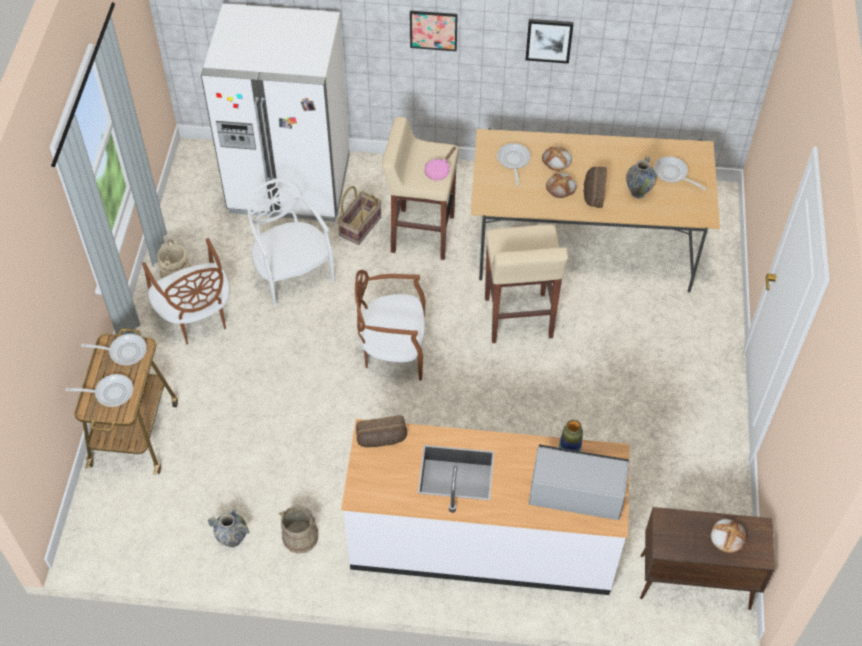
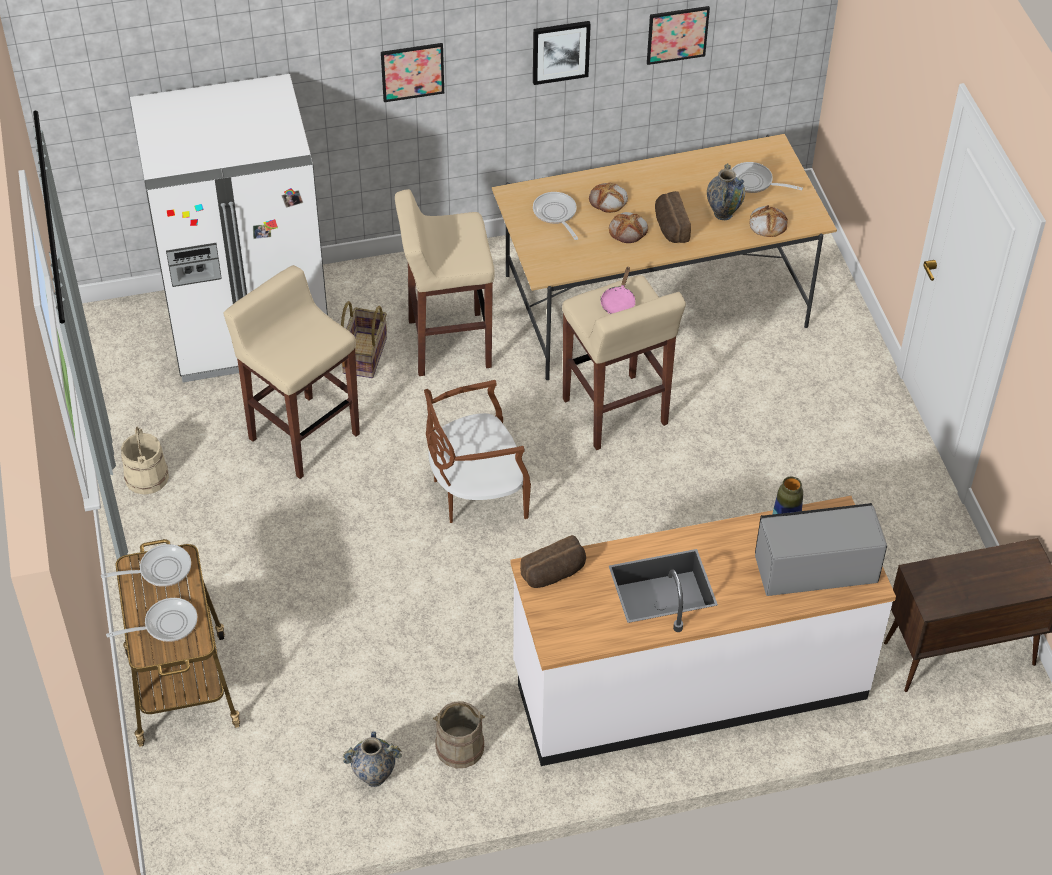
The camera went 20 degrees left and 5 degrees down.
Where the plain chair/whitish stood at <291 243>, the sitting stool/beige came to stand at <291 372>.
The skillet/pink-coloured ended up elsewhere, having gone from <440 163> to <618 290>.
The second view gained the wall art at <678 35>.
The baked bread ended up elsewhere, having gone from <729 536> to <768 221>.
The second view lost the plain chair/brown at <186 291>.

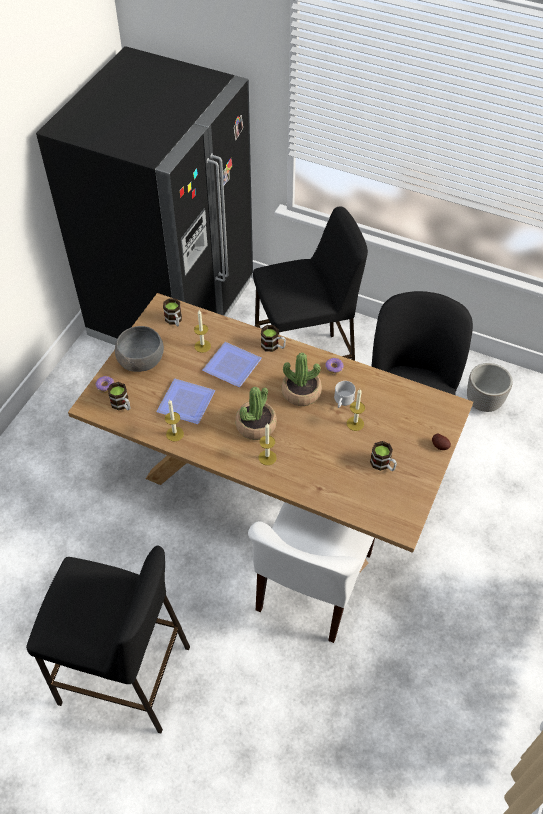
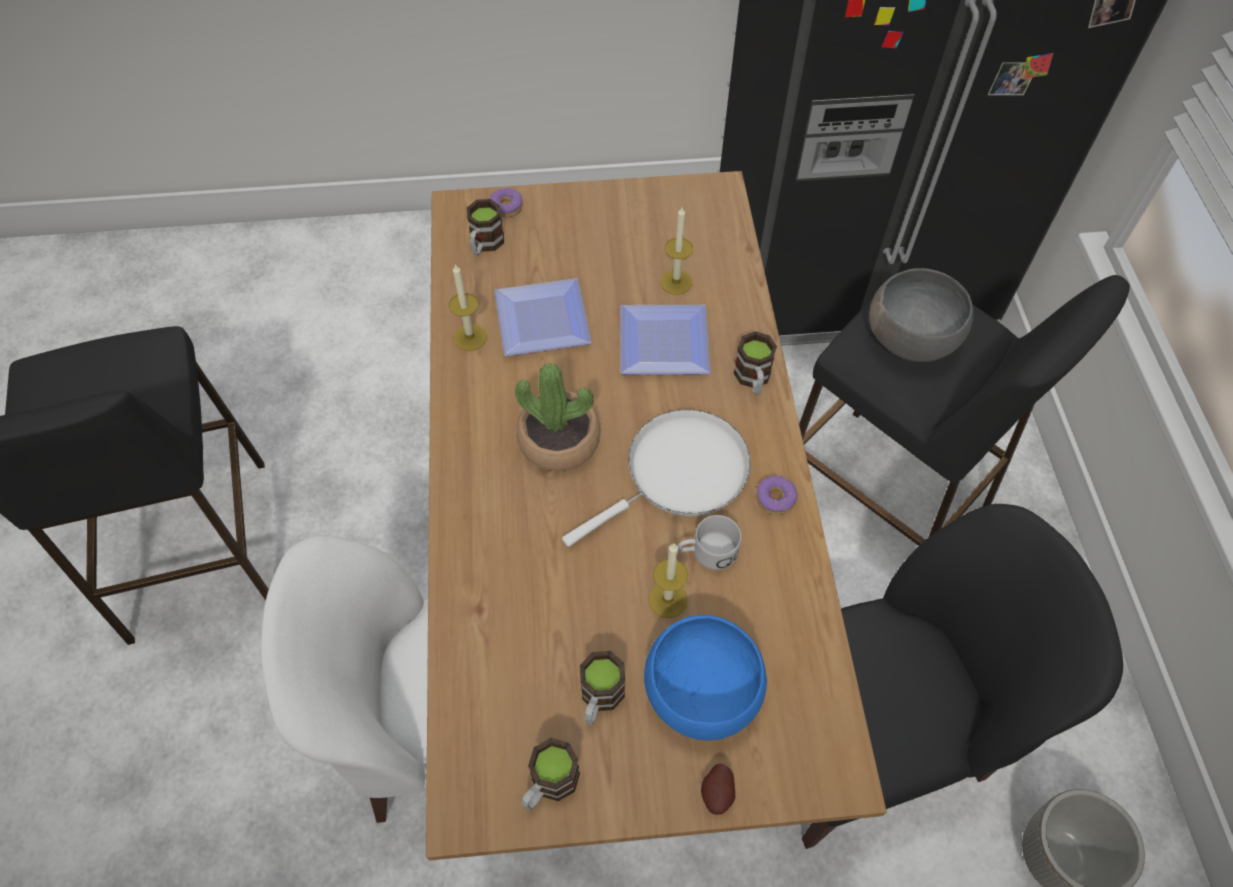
The camera went 60 degrees right and 5 degrees up.
The mug ended up elsewhere, having gone from <172 312> to <550 774>.
Where the potted plant stood at <301 379>, the skillet/whitish came to stand at <656 478>.
The second view gained the bowl/blue at <705 678>.
The bowl/grey ended up elsewhere, having gone from <139 349> to <921 315>.
The second view lost the wax candle at <267 444>.

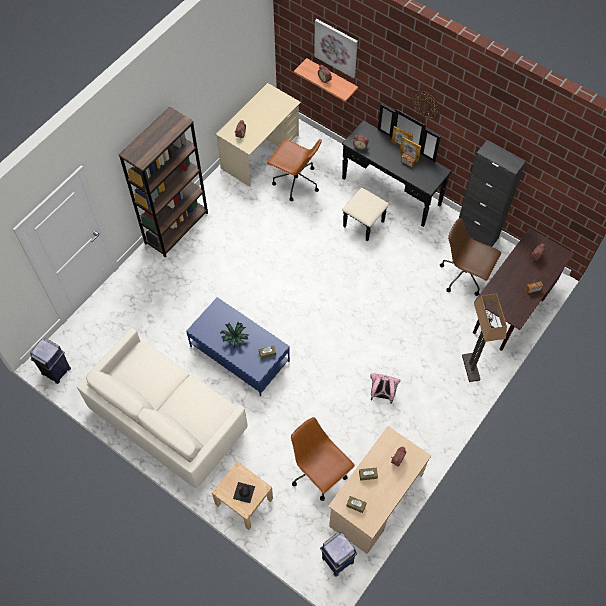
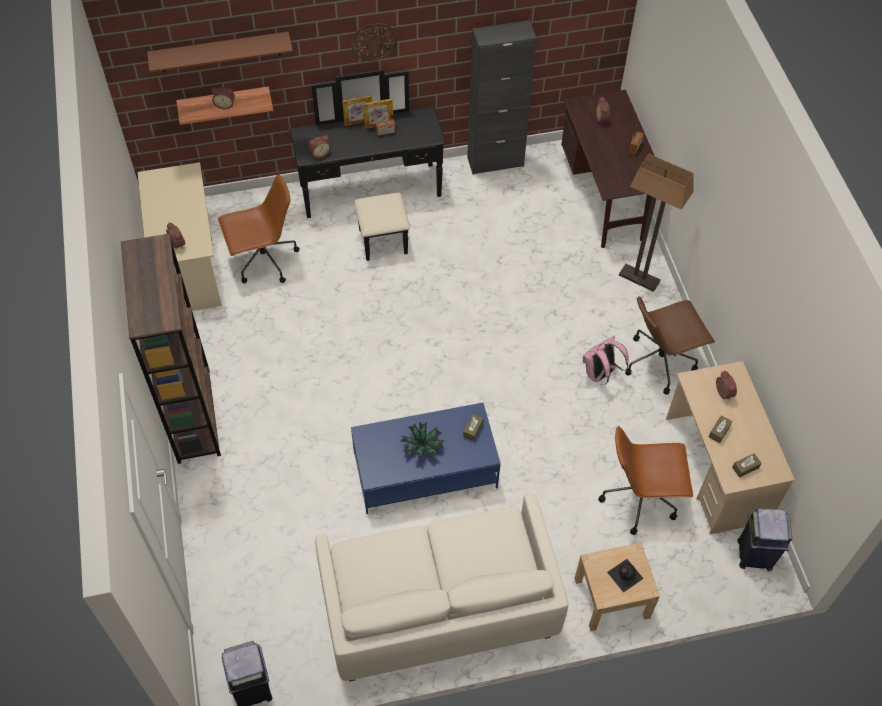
The camera went 50 degrees left and 5 degrees down.
Where the wall art hung at <336 48>, the shelf/brown came to hang at <220 52>.
The office chair/brown ended up elsewhere, having gone from <470 257> to <670 345>.

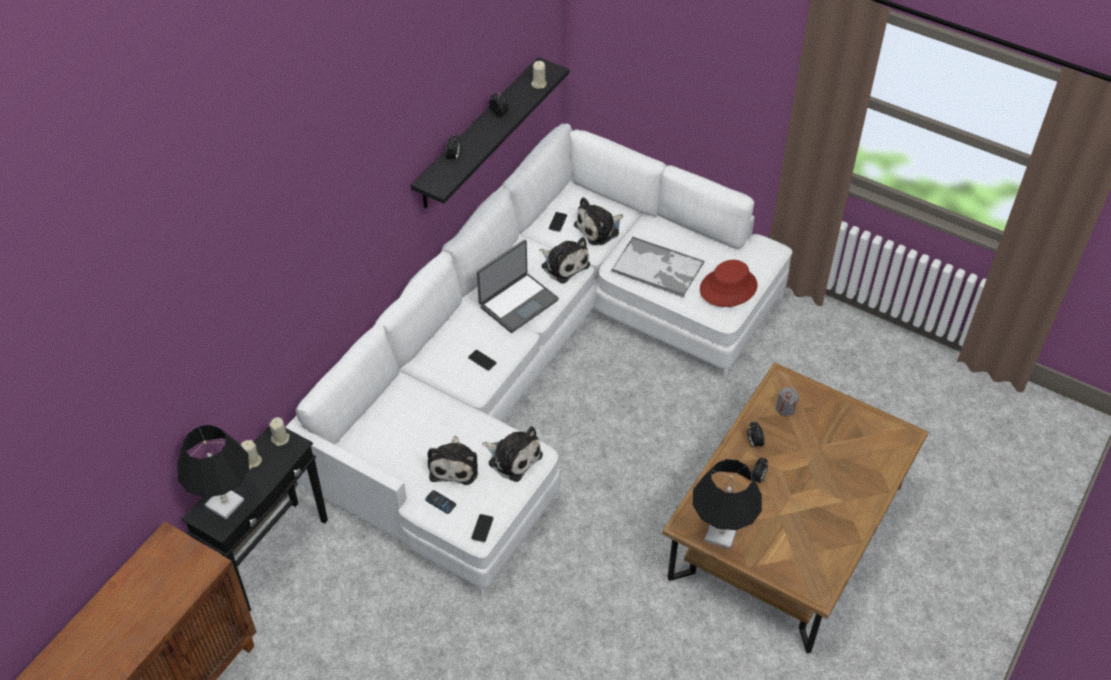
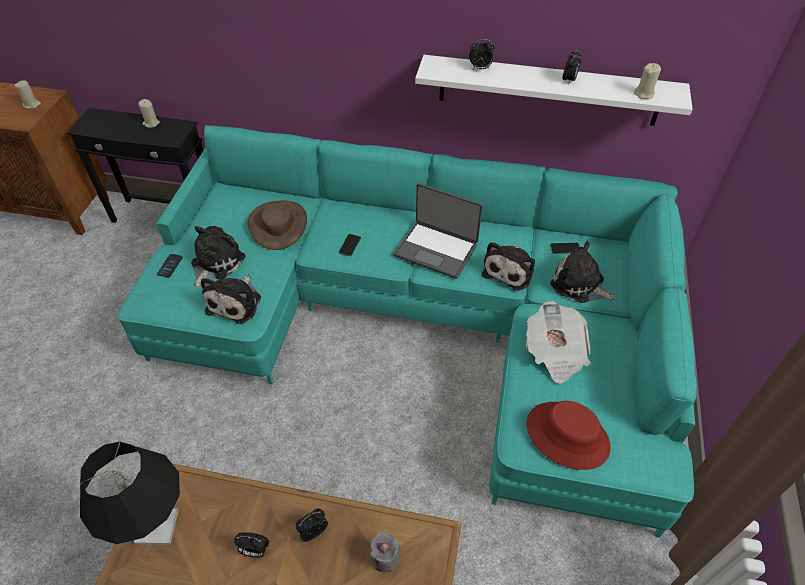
The camera went 70 degrees right and 0 degrees up.
The wax candle/beige ended up elsewhere, having gone from <279 431> to <28 94>.
What was the settee/whitish at <538 359> turned into the settee/turquoise-coloured at <407 331>.
The plush toy at <453 460> ended up facing another way, 135 degrees clockwise from before.
The second view gained the wearable hat/brown at <277 225>.
What was the shelf/blackish at <490 132> turned into the shelf/whitish at <554 90>.
Where the tray stood at <658 267>, the printed paper came to stand at <558 342>.
The second view lost the lamp for a table/blackish at <213 472>.
The second view lost the phone at <482 528>.

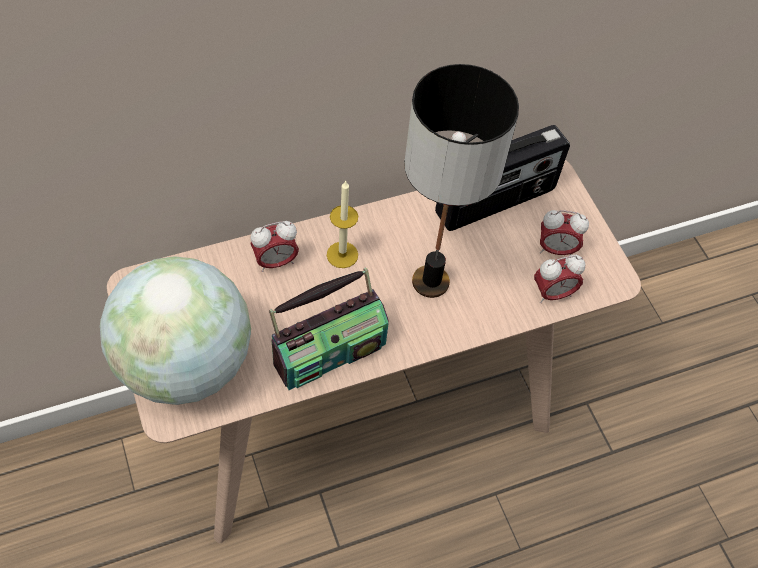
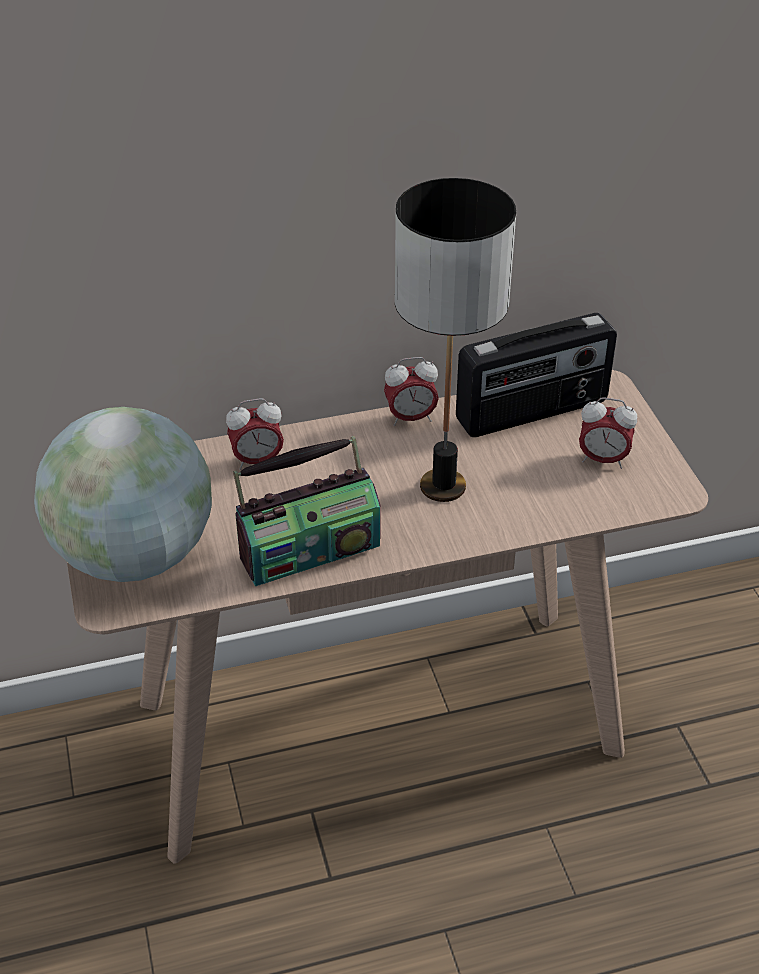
The camera went 10 degrees right and 15 degrees down.
The table clock ended up elsewhere, having gone from <559 279> to <411 391>.
The second view lost the wax candle at <342 224>.

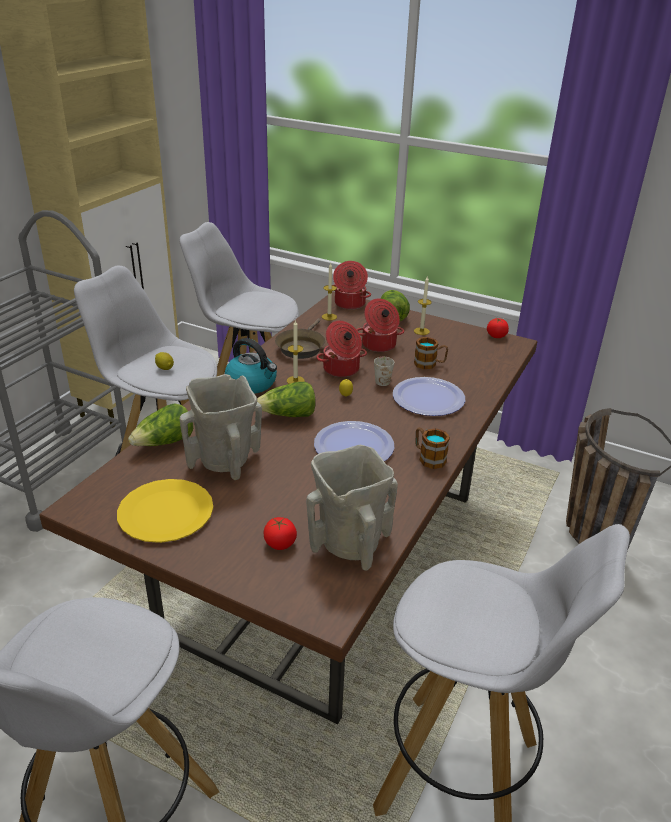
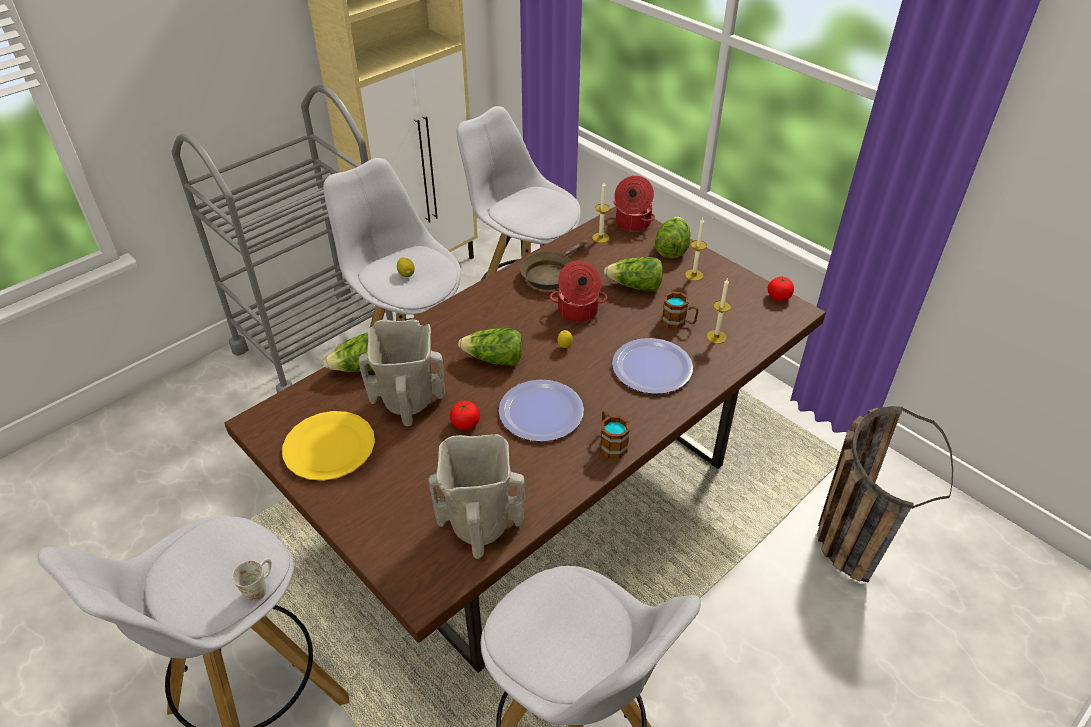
The camera went 20 degrees right and 10 degrees up.
The mug/whitish ended up elsewhere, having gone from <384 371> to <252 580>.
The tomato ended up elsewhere, having gone from <280 533> to <465 415>.
Where the cooking pot stood at <380 325>, the lettuce came to stand at <633 274>.
The wax candle ended up elsewhere, having gone from <296 352> to <719 311>.
The second view lost the kettle at <251 366>.

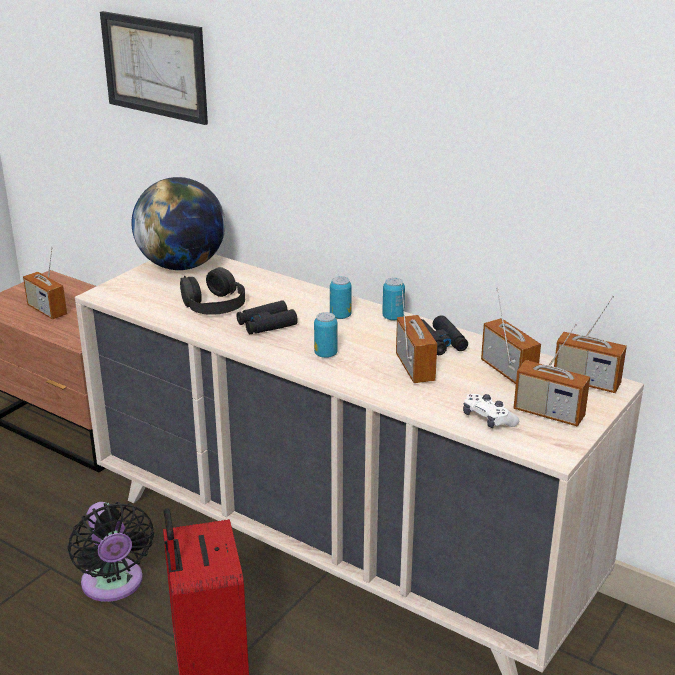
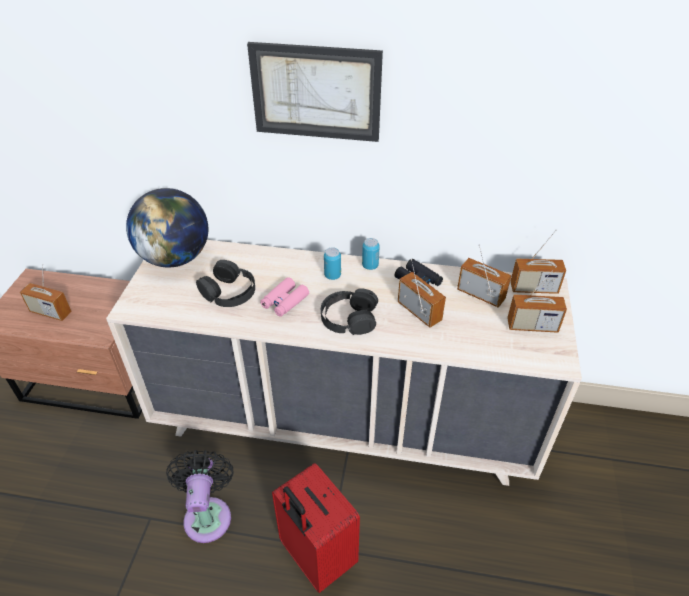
The camera went 25 degrees left and 15 degrees up.
The cooling fan/blackish at <111 552> ended up facing another way, 135 degrees counterclockwise from before.
The wall art ended up elsewhere, having gone from <154 68> to <315 92>.
What was the binoculars/blackish at <267 317> turned into the binoculars/pink-coloured at <284 297>.
Where the sealed can stood at <326 335>, the headphones/blackish came to stand at <349 311>.
The second view lost the gamepad/whitish at <491 411>.

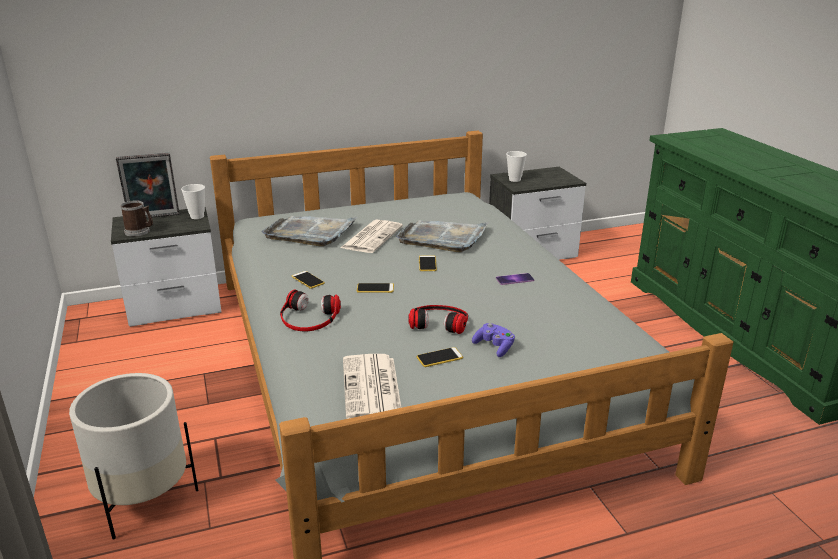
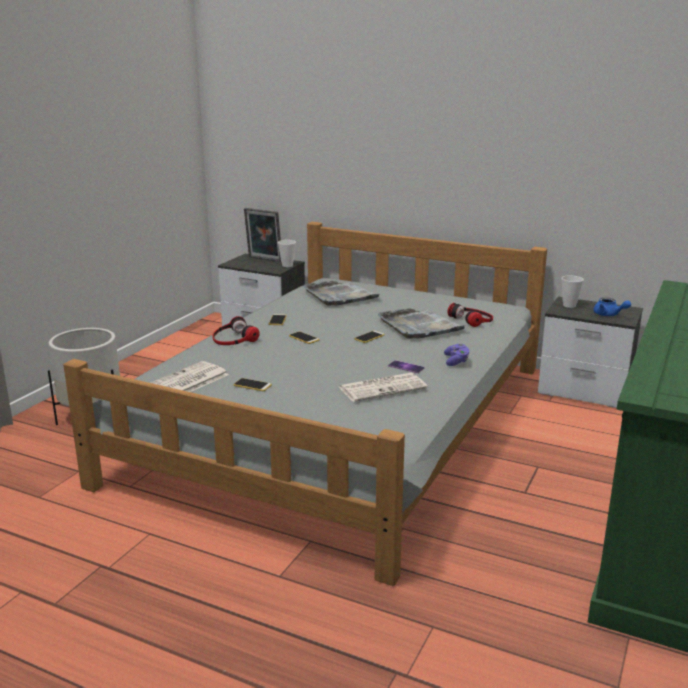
The camera went 45 degrees right and 5 degrees down.
The printed paper ended up elsewhere, having gone from <371 236> to <383 387>.
The gamepad/purplish ended up elsewhere, having gone from <493 340> to <456 354>.
The headphones ended up elsewhere, having gone from <438 319> to <470 315>.
The second view gained the teapot/blue at <612 306>.
The second view lost the mug at <137 218>.

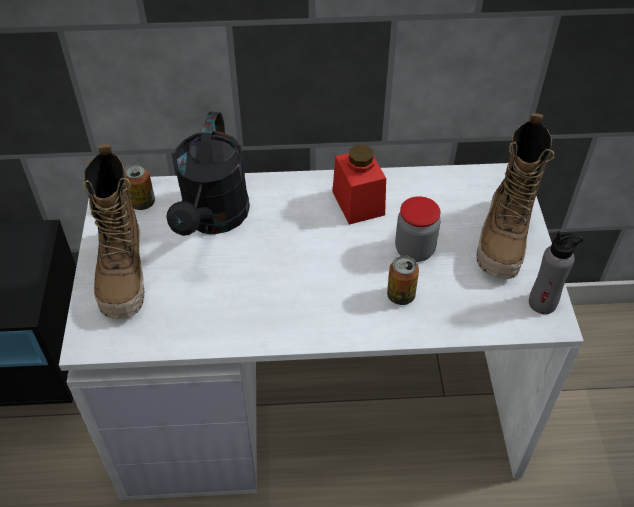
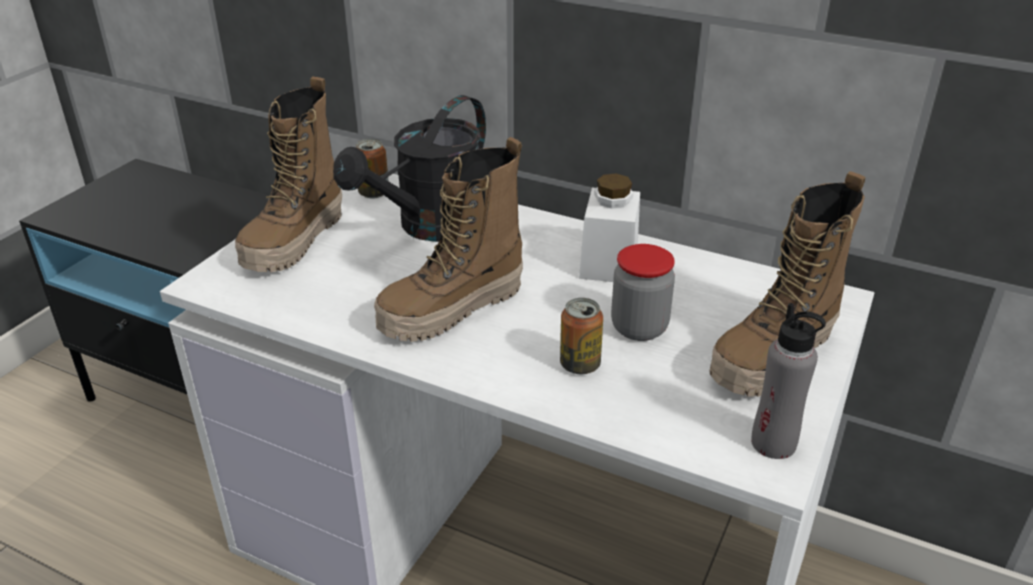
The camera went 30 degrees right and 15 degrees down.
The second view gained the tall boot at <448 239>.
What was the storage jar/reddish at <359 185> turned into the storage jar/whitish at <609 228>.

